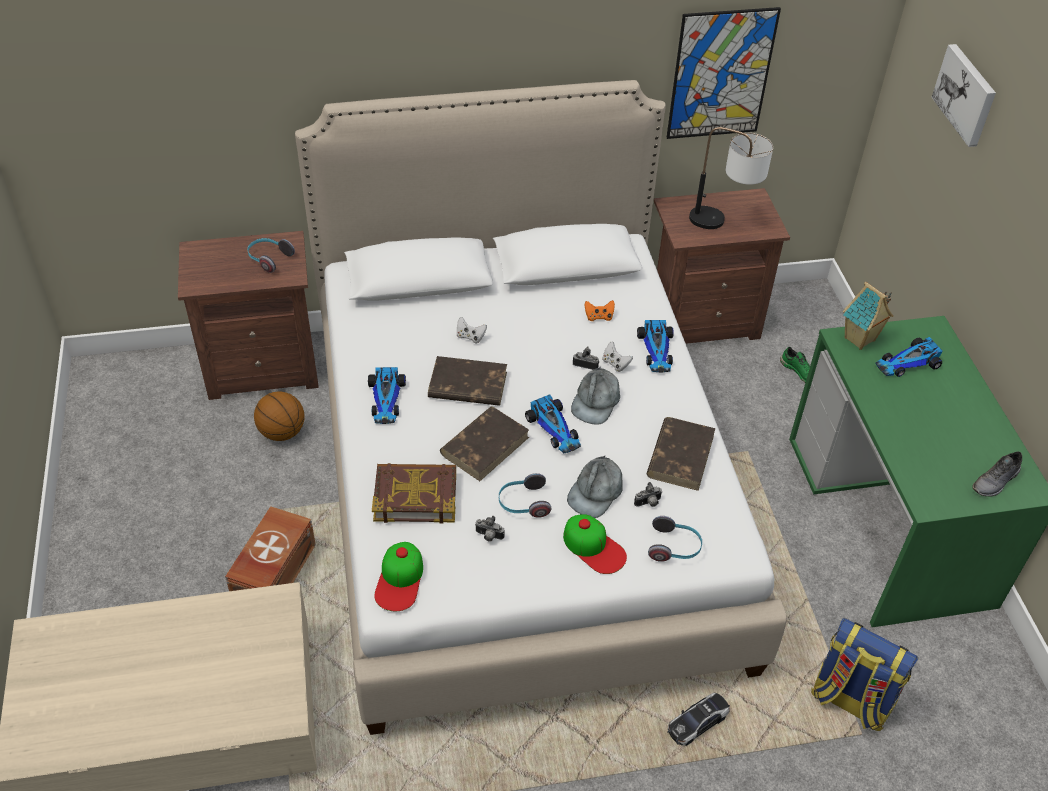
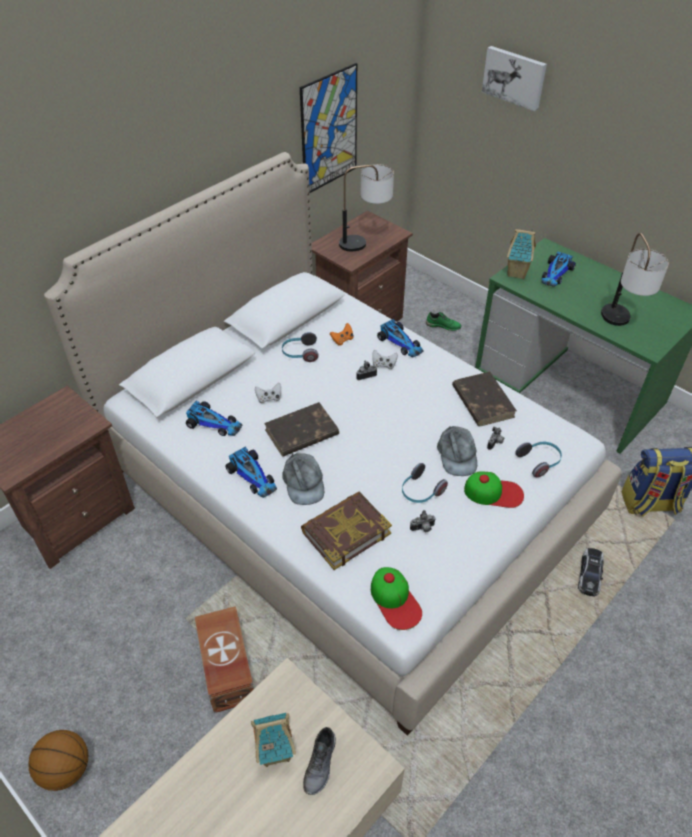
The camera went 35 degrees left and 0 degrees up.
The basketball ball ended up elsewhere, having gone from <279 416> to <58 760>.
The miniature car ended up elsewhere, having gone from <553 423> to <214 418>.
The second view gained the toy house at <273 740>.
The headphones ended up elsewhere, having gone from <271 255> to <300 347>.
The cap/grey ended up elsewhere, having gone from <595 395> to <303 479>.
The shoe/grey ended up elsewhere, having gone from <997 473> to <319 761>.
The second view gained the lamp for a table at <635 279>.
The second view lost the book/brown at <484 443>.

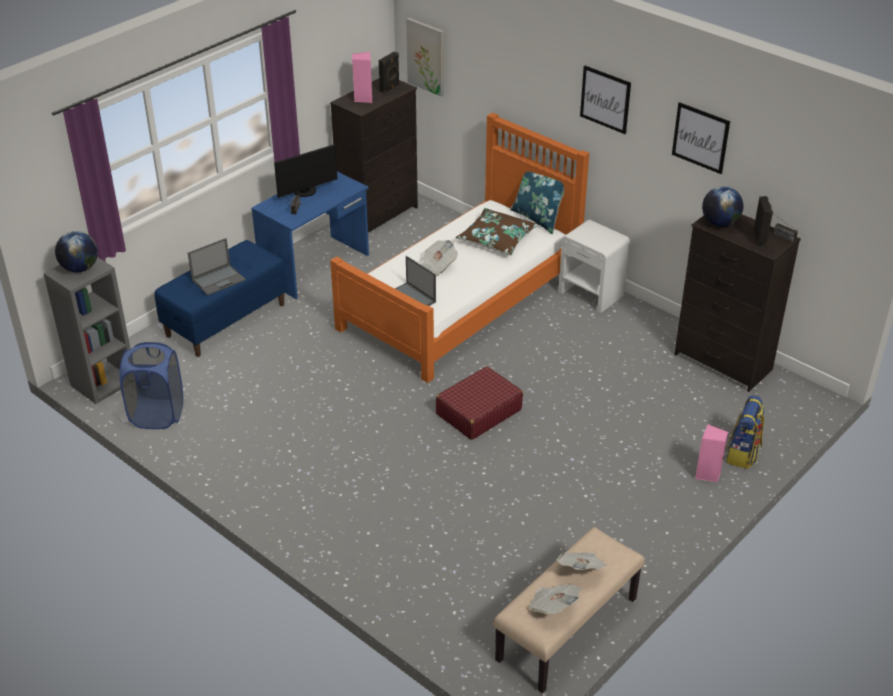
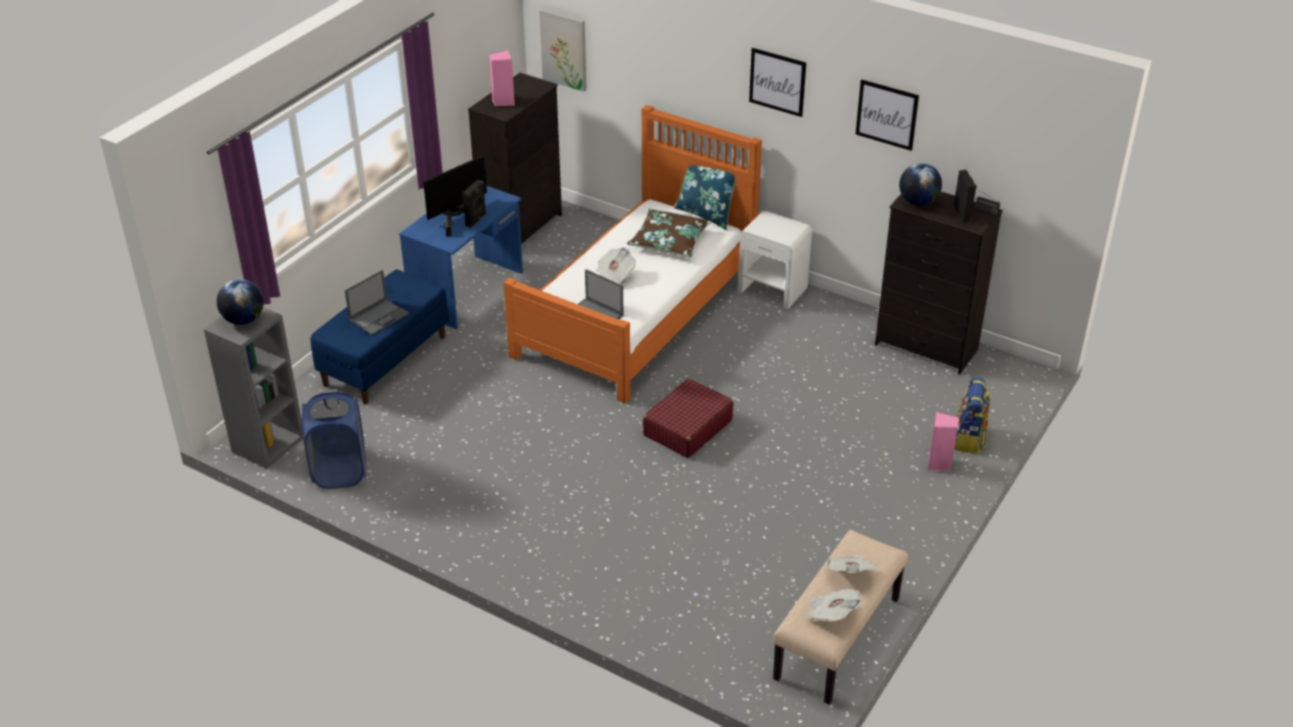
The camera went 10 degrees left and 0 degrees up.
The speaker/blackish ended up elsewhere, having gone from <389 72> to <474 204>.

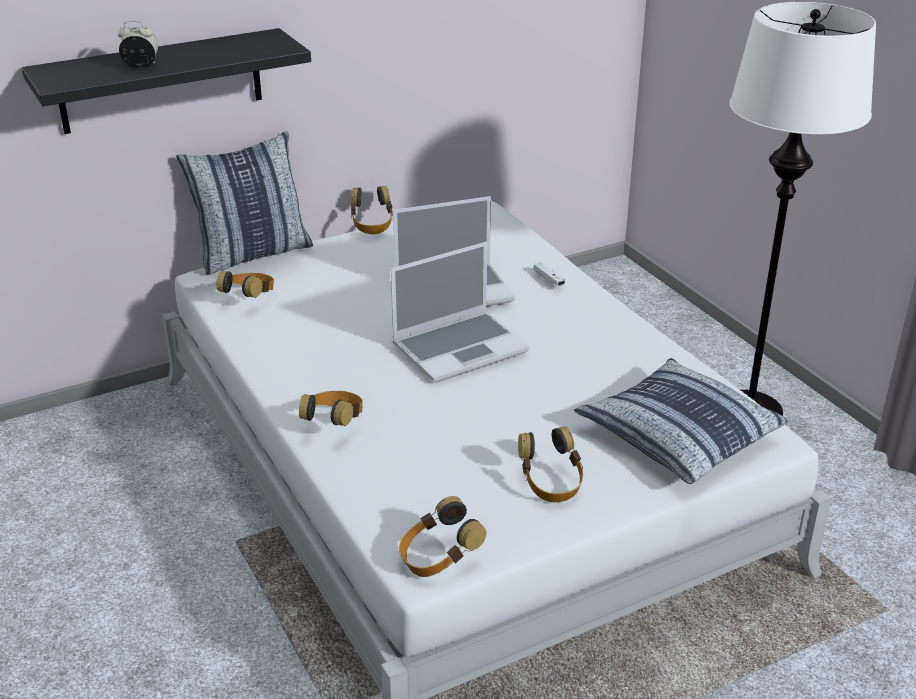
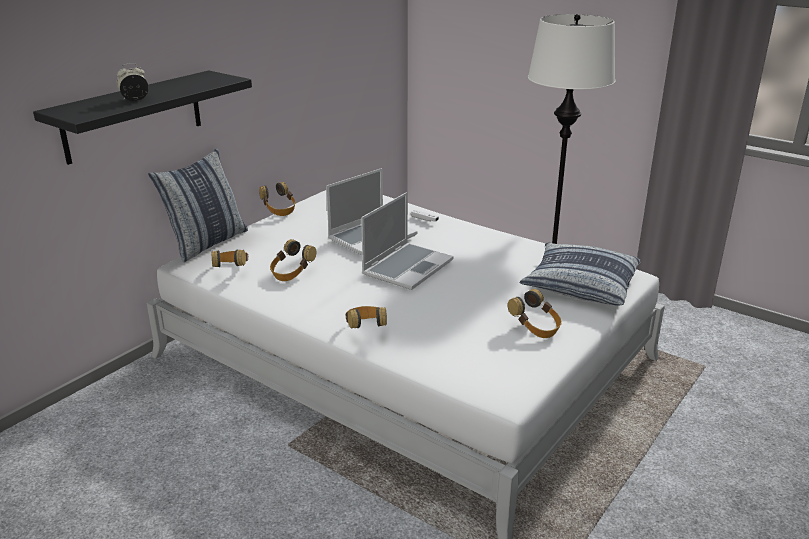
The camera went 25 degrees left and 5 degrees down.
The headphones ended up elsewhere, having gone from <443 536> to <293 260>.

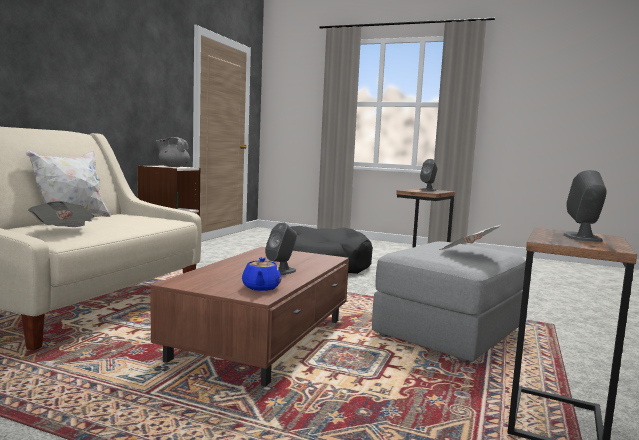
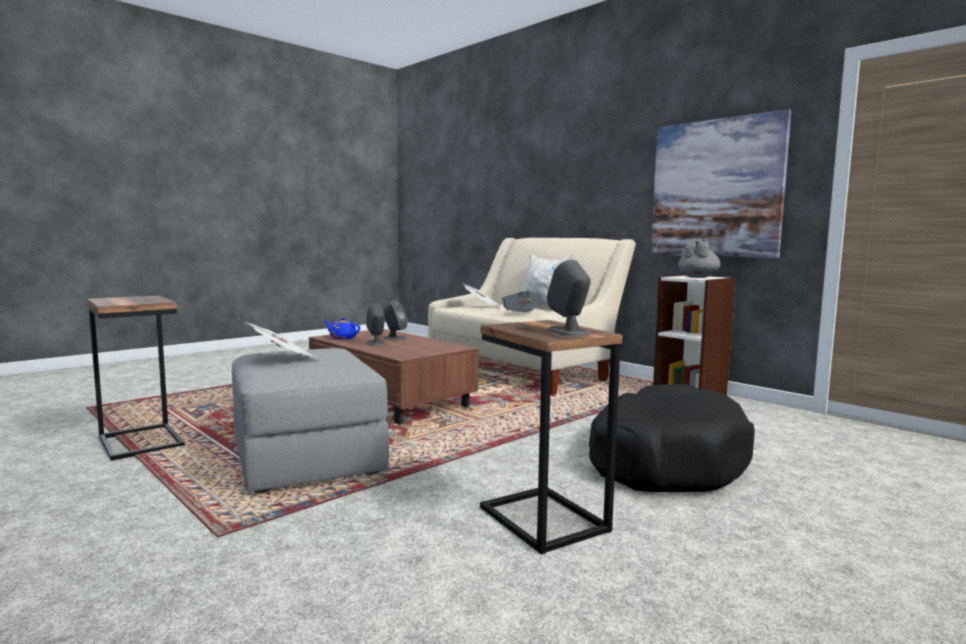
The camera went 115 degrees right and 0 degrees up.
The speaker/grey ended up elsewhere, having gone from <585 206> to <395 320>.
The second view gained the printed paper at <523 301>.
The second view gained the wall art at <721 183>.

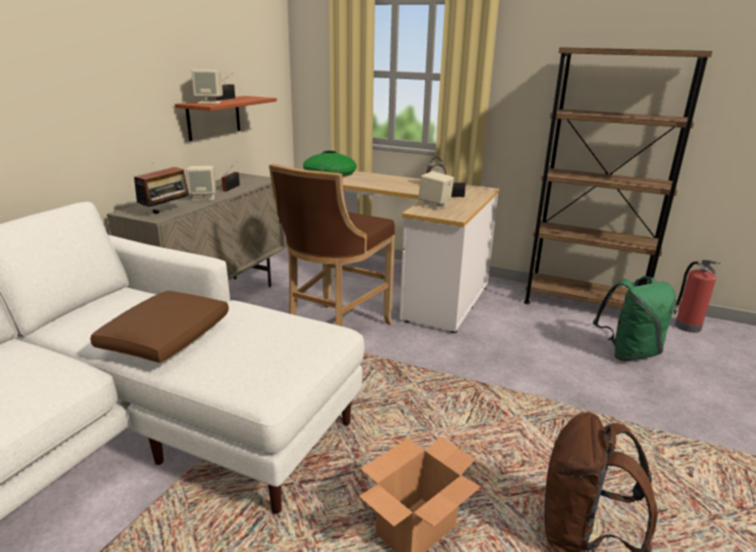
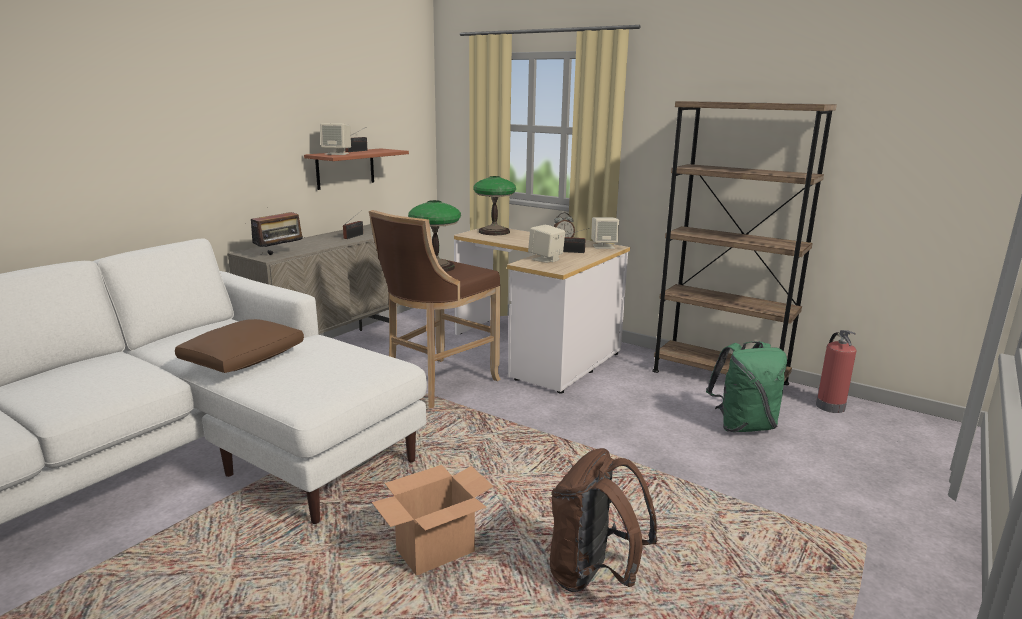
The camera went 10 degrees right and 5 degrees down.
The second view gained the lamp for a table at <494 205>.
The speaker/beige ended up elsewhere, having gone from <201 183> to <605 233>.

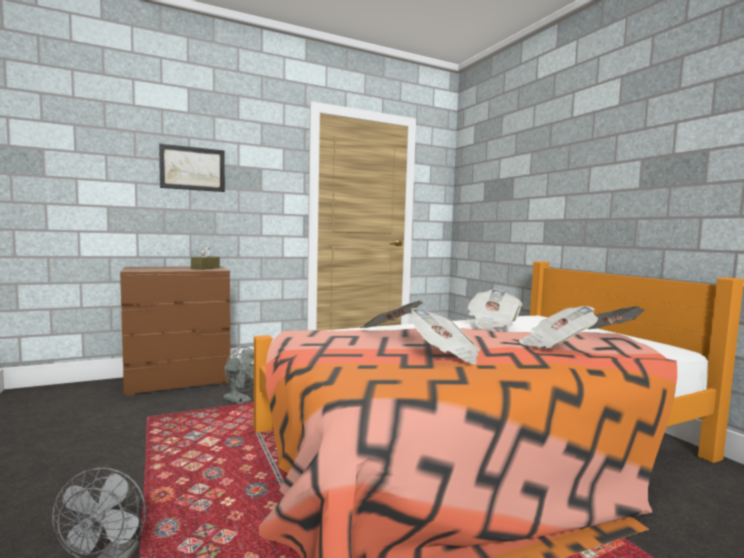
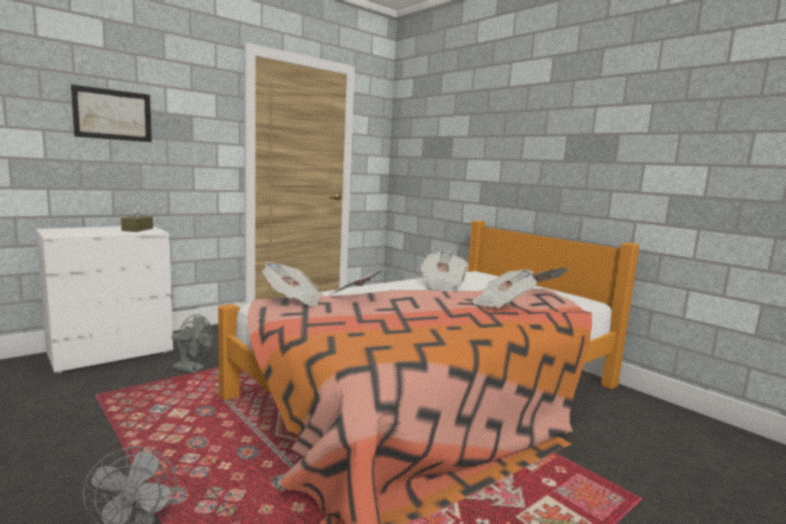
The camera went 15 degrees left and 5 degrees up.
What was the drawer chest/brown at <175 331> turned into the drawer chest/whitish at <104 300>.
The printed paper ended up elsewhere, having gone from <444 336> to <292 284>.

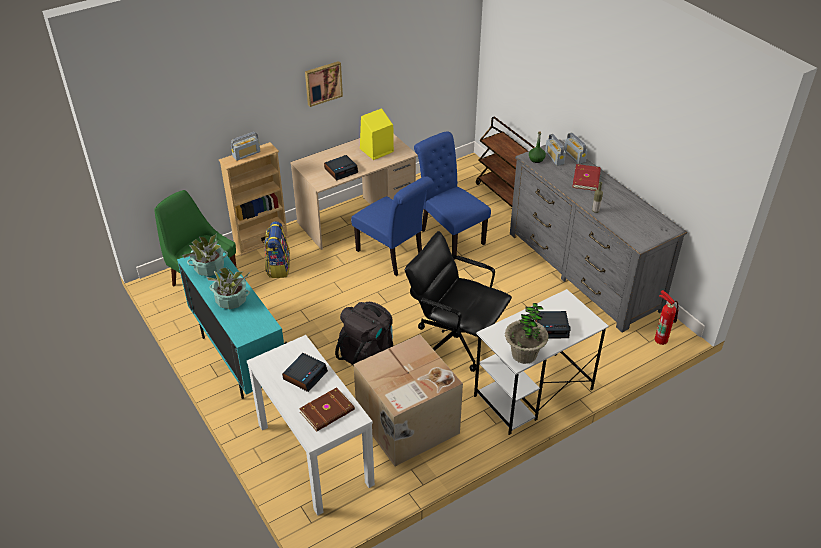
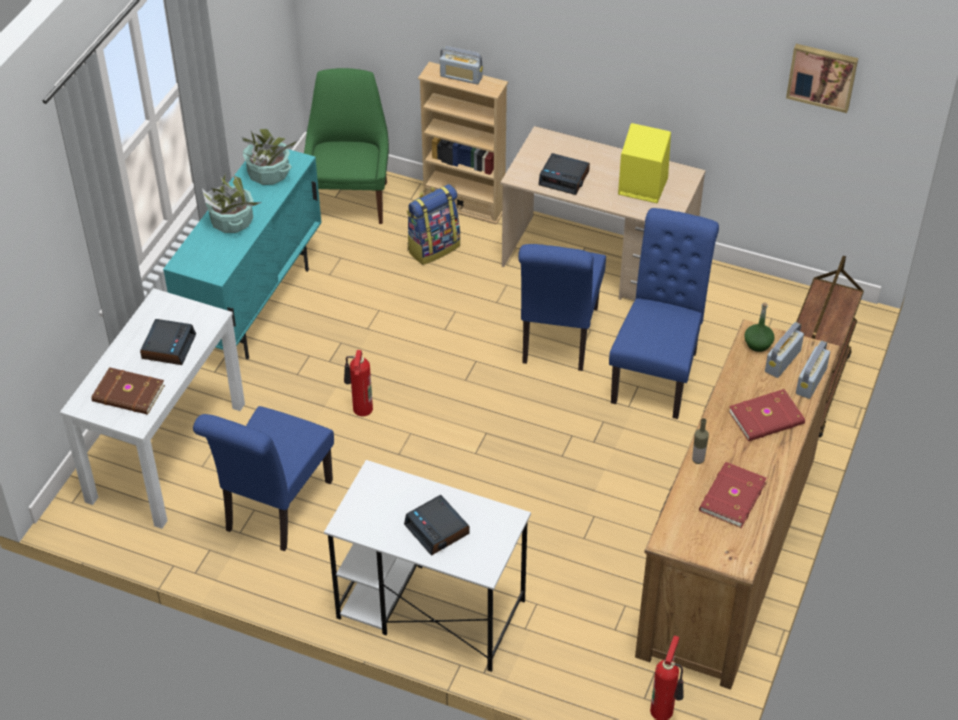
The camera went 55 degrees right and 5 degrees up.
The table clock at <305 372> ended up facing another way, 75 degrees counterclockwise from before.
Where the packing box stood at <408 400>, the plain chair/blue came to stand at <263 478>.
Where the knapsack/blackish stood at <364 334>, the extinguisher came to stand at <358 383>.
What was the drawer chest/grey at <598 235> turned into the drawer chest/brown at <737 504>.
The second view gained the book/reddish at <733 495>.
The wall art ended up elsewhere, having gone from <324 84> to <822 78>.
The second view lost the office chair/blackish at <458 301>.
The second view lost the potted plant at <527 333>.

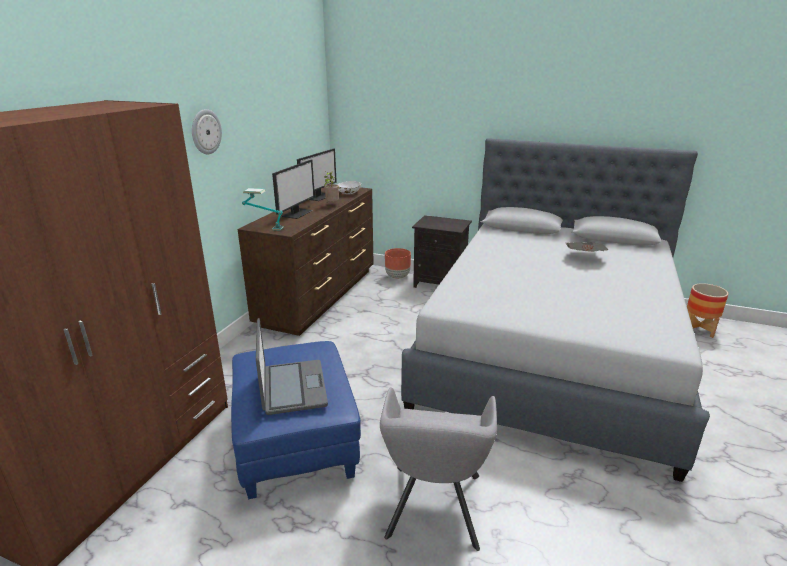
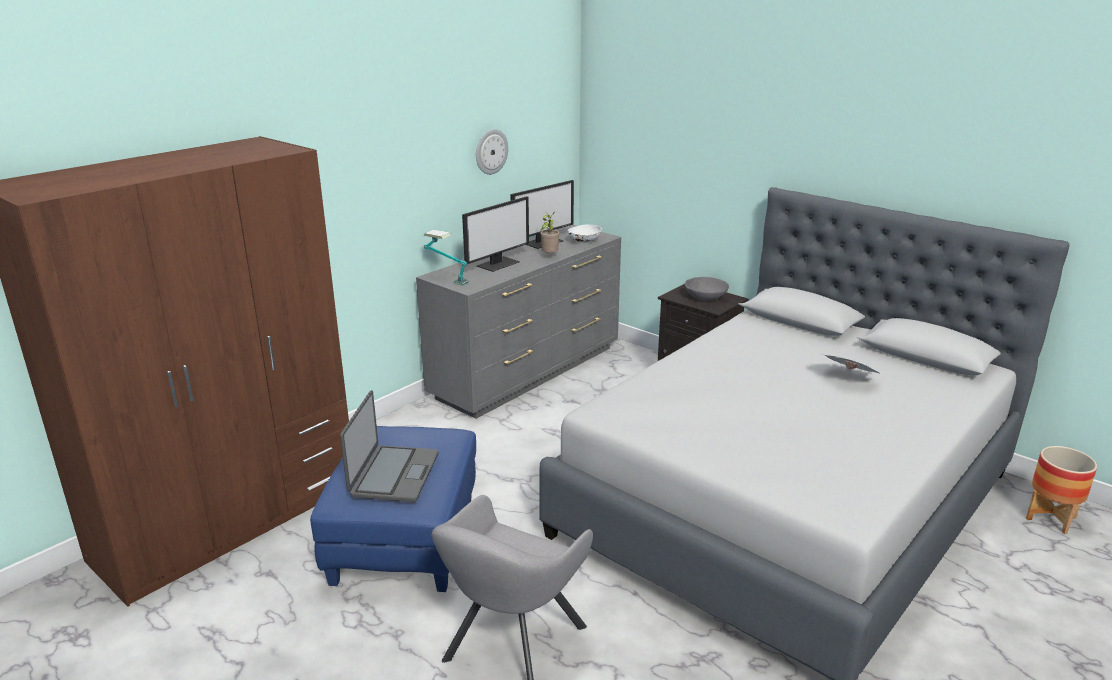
The camera went 20 degrees right and 0 degrees up.
What was the drawer chest/brown at <306 261> turned into the drawer chest/grey at <518 322>.
The hanging clock ended up elsewhere, having gone from <207 131> to <492 152>.
The second view gained the bowl/grey at <707 289>.
The second view lost the planter/brown at <398 263>.

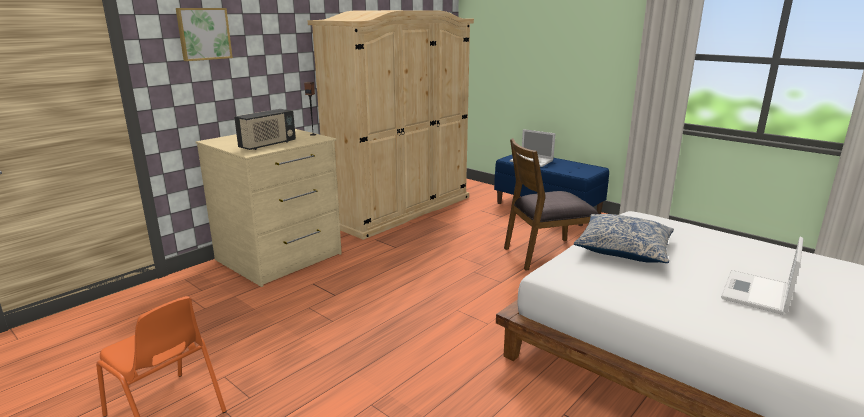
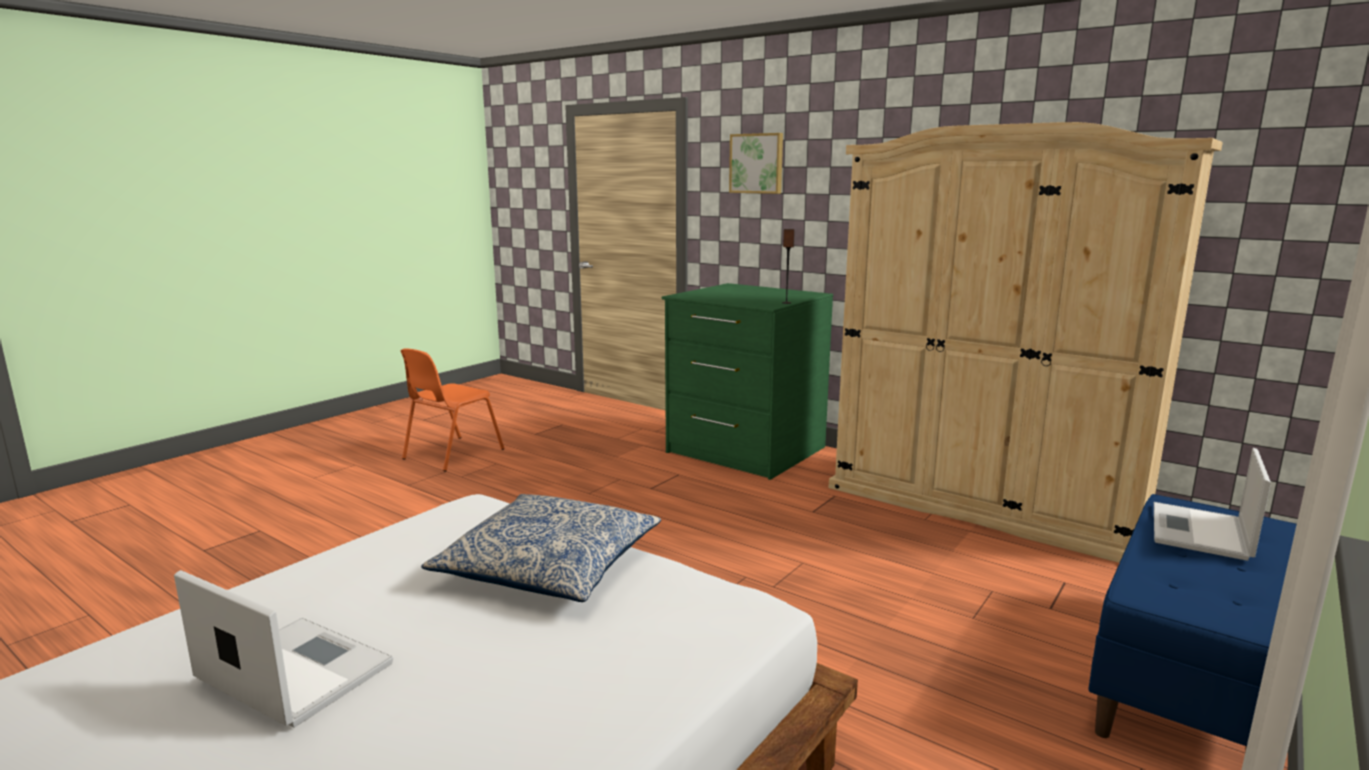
The camera went 85 degrees right and 5 degrees down.
What was the drawer chest/beige at <269 208> turned into the drawer chest/green-coloured at <747 381>.
The second view lost the radio at <265 129>.
The second view lost the plain chair/brown at <551 204>.

